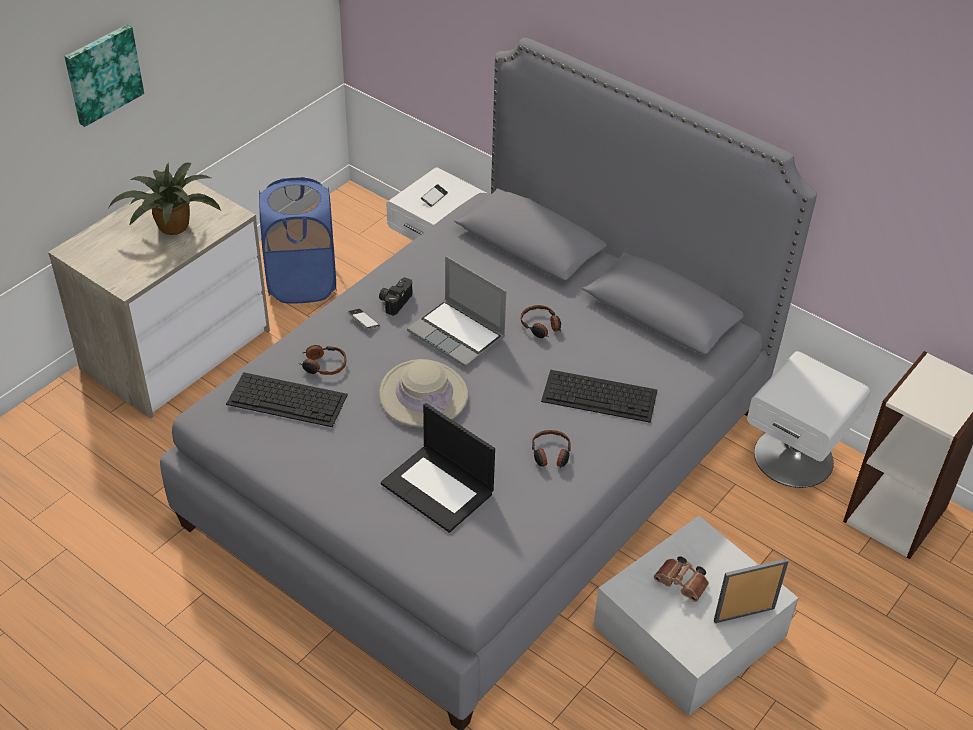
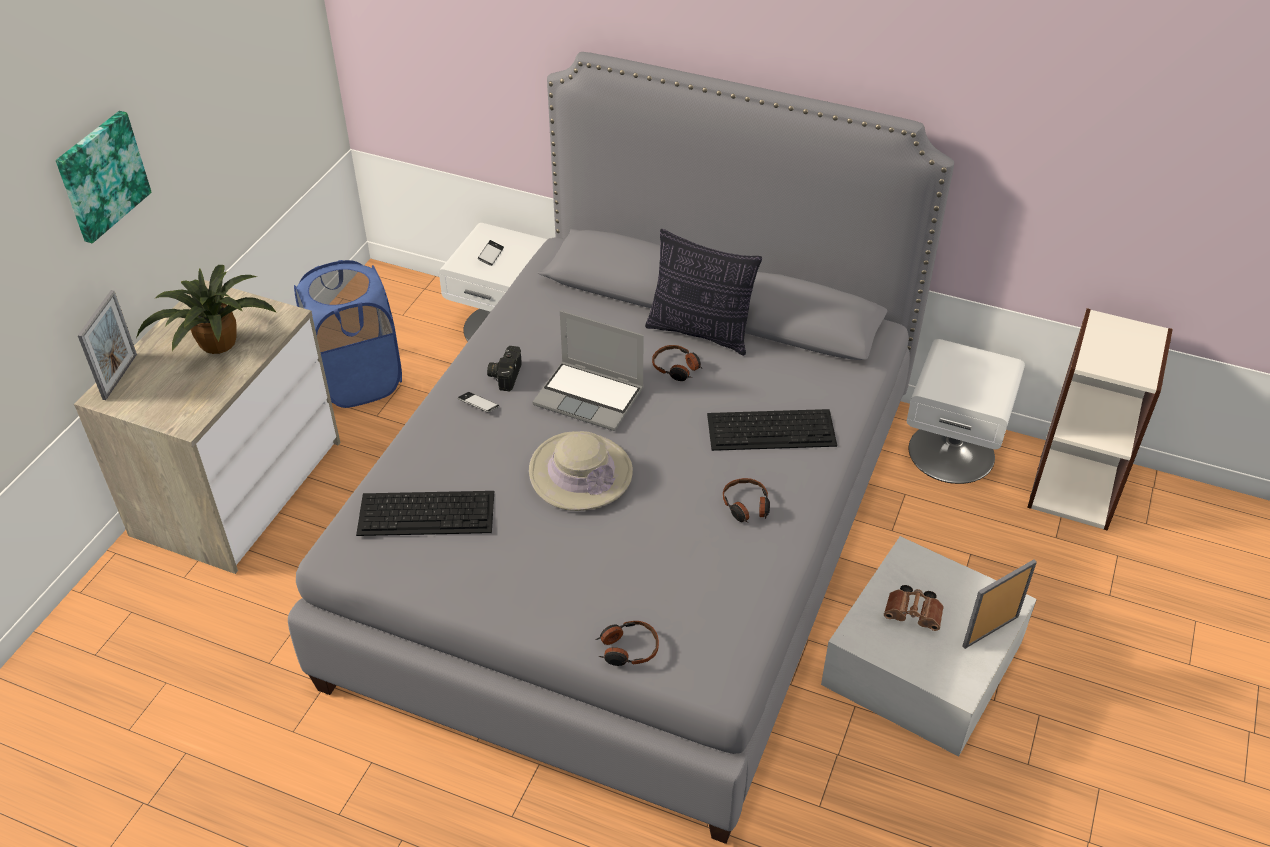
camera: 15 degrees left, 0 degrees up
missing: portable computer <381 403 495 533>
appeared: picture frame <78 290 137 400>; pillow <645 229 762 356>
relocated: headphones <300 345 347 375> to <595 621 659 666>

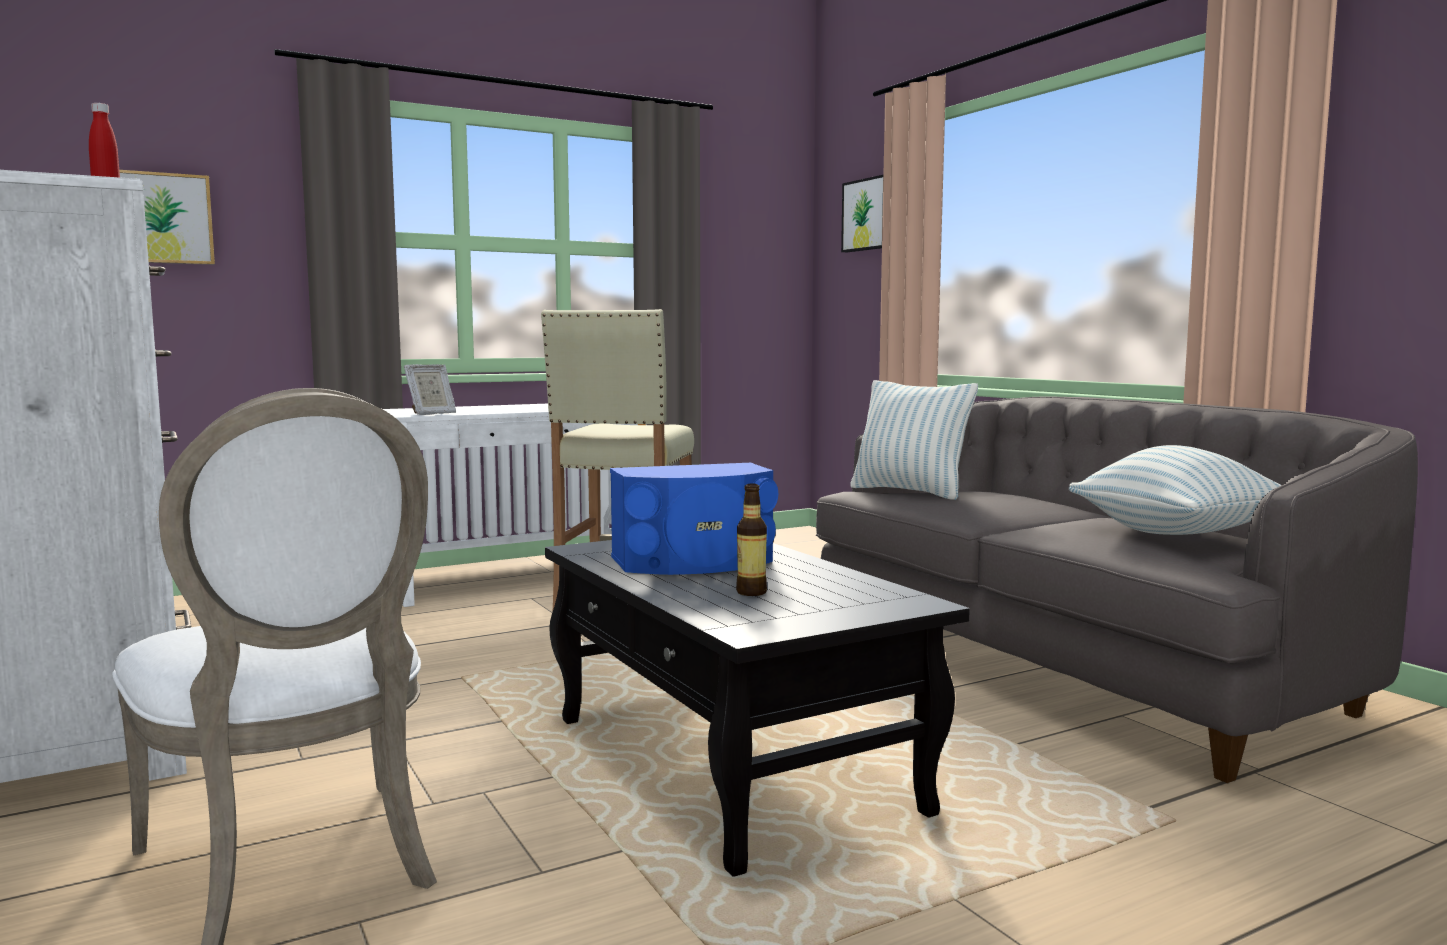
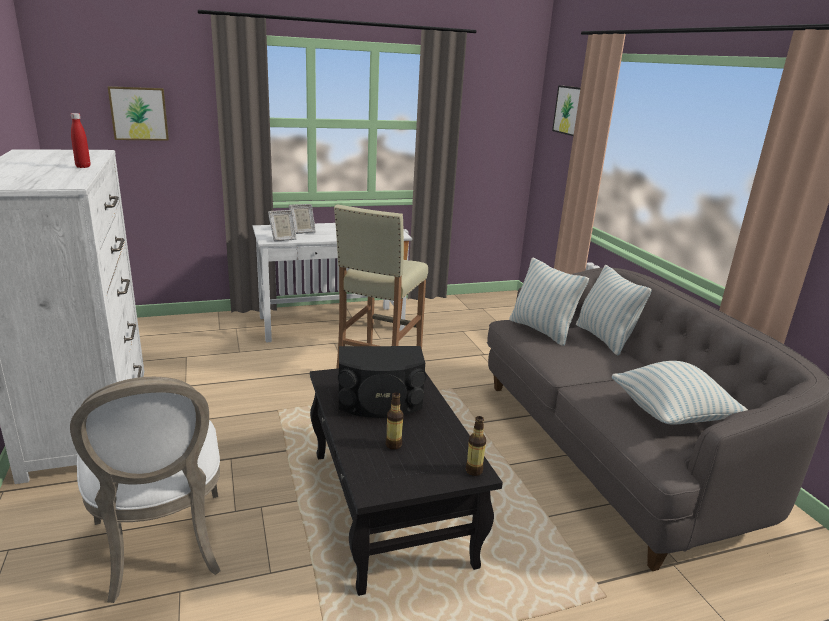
camera: 10 degrees right, 15 degrees up
appeared: picture frame <289 204 316 234>; beverage bottle <466 416 486 476>; pillow <576 265 652 355>
colour: speaker (blue) <610 463 778 575> to speaker (black) <338 346 426 418>

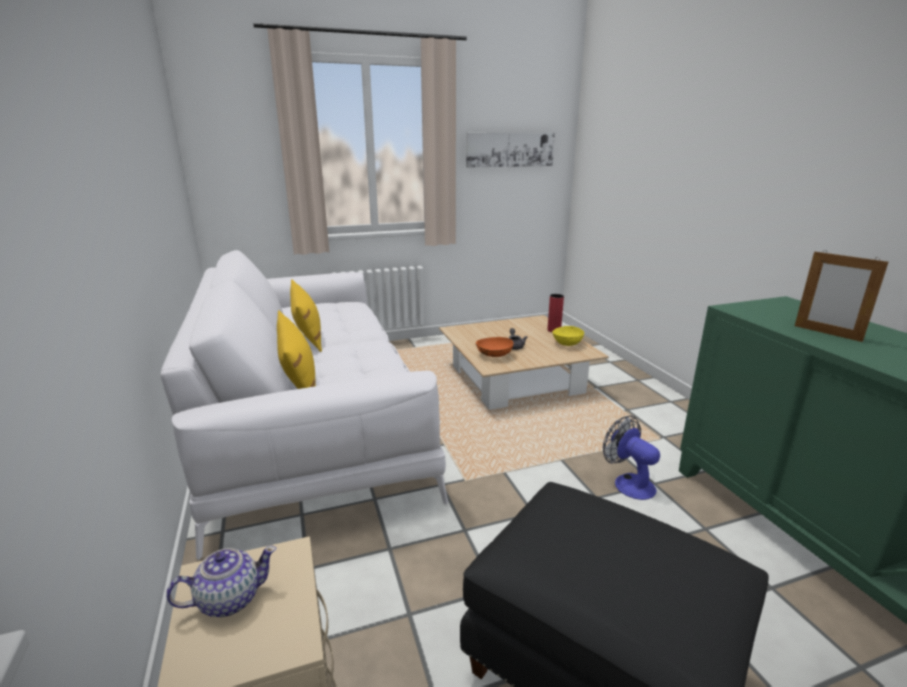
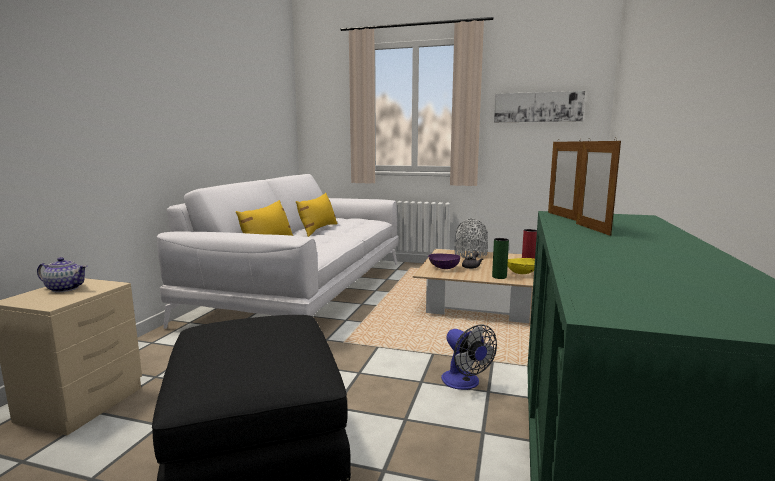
camera: 35 degrees right, 10 degrees down
appeared: decorative vase (grey) <454 219 488 258>; decorative vase (green) <492 238 509 279>; picture frame <548 139 583 221>
colour: deep dish (orangey) <476 337 513 357> to deep dish (purple) <428 254 460 269>
spun: electric fan <603 416 660 500> = <441 324 497 390> 150 degrees clockwise

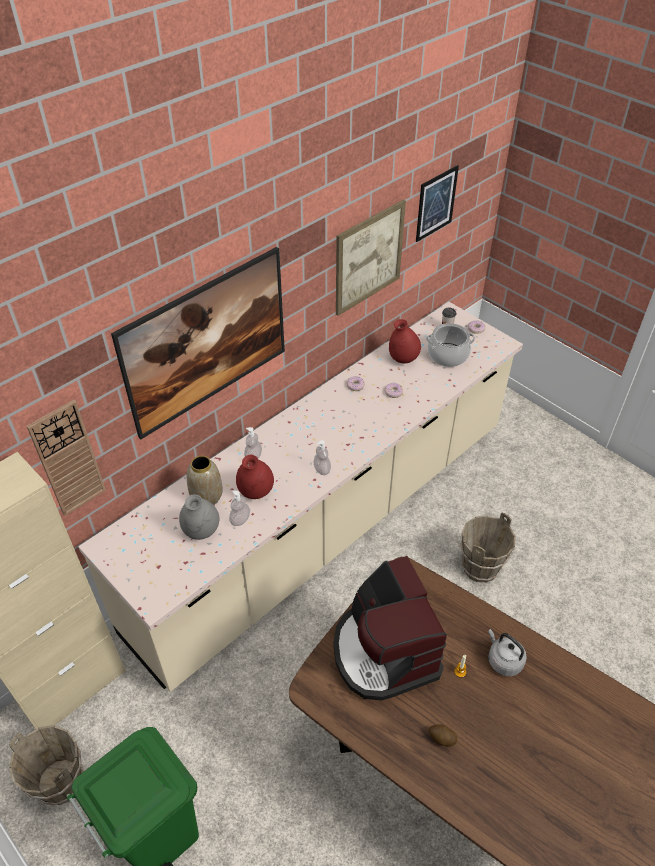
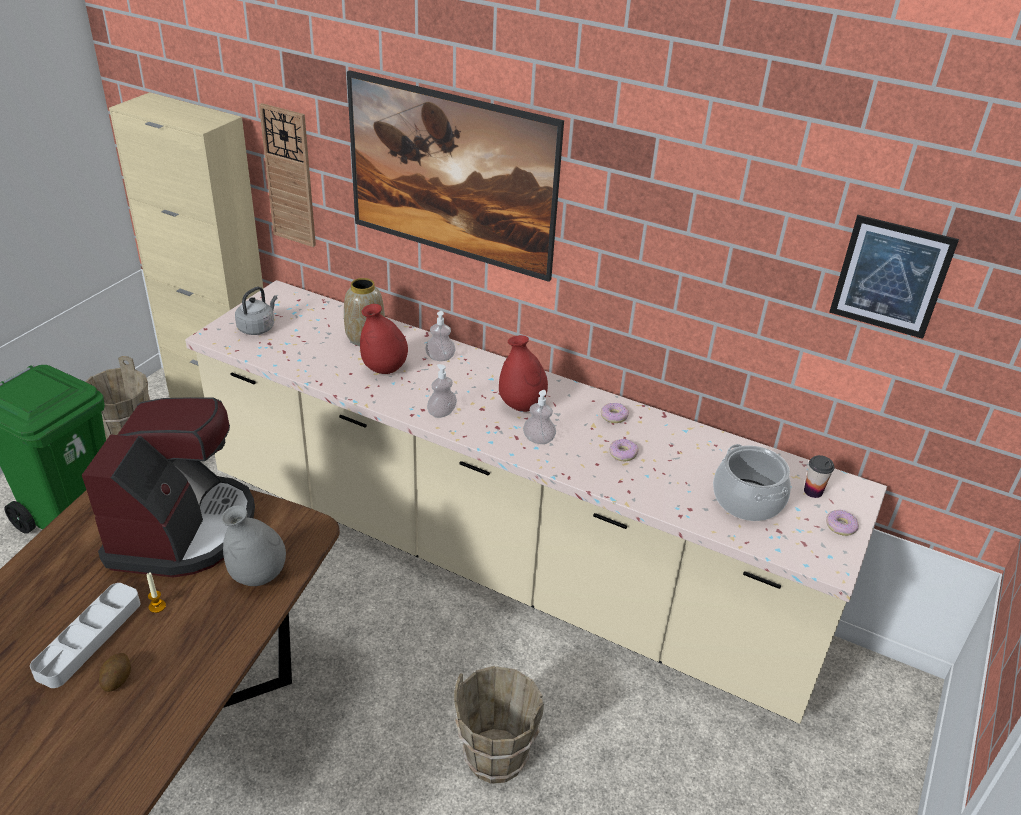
camera: 70 degrees right, 10 degrees down
missing: wall art <336 200 406 316>
appeared: tray (grey) <30 583 140 688>
relocated: potato <429 725 457 747> to <99 653 131 692>; decorative vase (grey) <179 494 219 540> to <221 506 286 586>; water kettle (grey) <488 629 527 676> to <235 287 277 335>; decorative vase (reddish) <389 319 421 363> to <499 335 548 412>; liquid soap bottle <229 491 250 526> to <523 390 556 444>
spun: coffee machine <333 556 447 700> = <82 397 255 577> 135 degrees clockwise

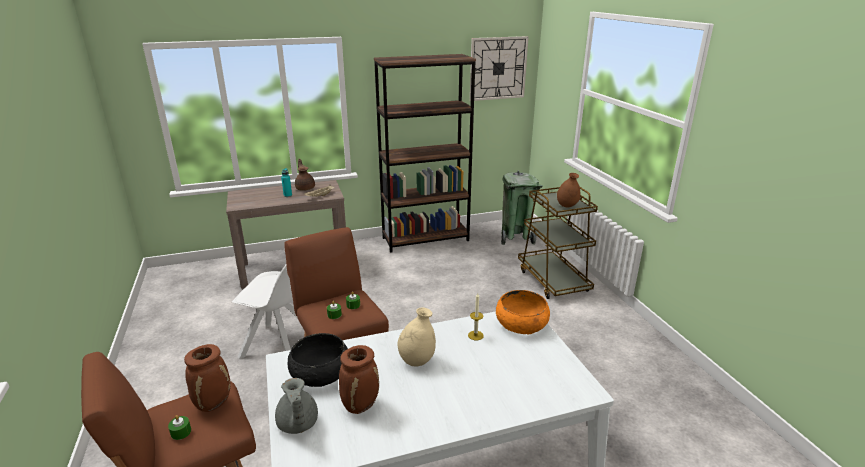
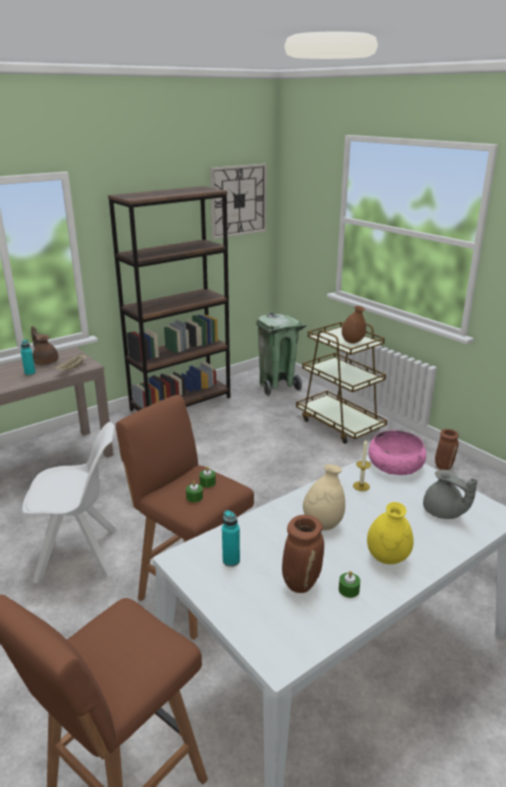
camera: 20 degrees left, 0 degrees up
appeared: decorative vase (yellow-coloured) <367 502 414 564>
relocated: candle (green) <168 415 191 440> to <339 571 360 598>; teapot (grey) <275 378 318 434> to <423 470 478 519>; decorative vase (brownish) <184 344 231 412> to <435 429 459 470>
exchanged: deep dish (black) <288 333 348 387> to beverage bottle (turquoise-coloured) <222 510 240 567>
colour: deep dish (orangey) <496 290 550 334> to deep dish (pinkish) <369 430 426 475>

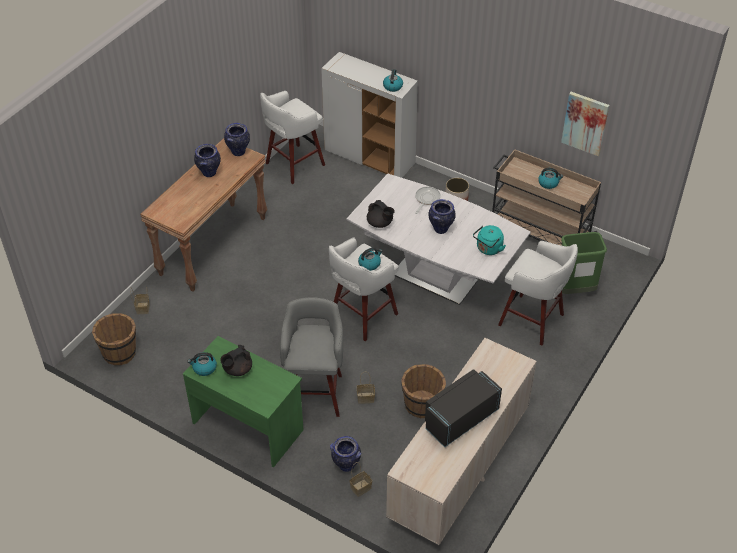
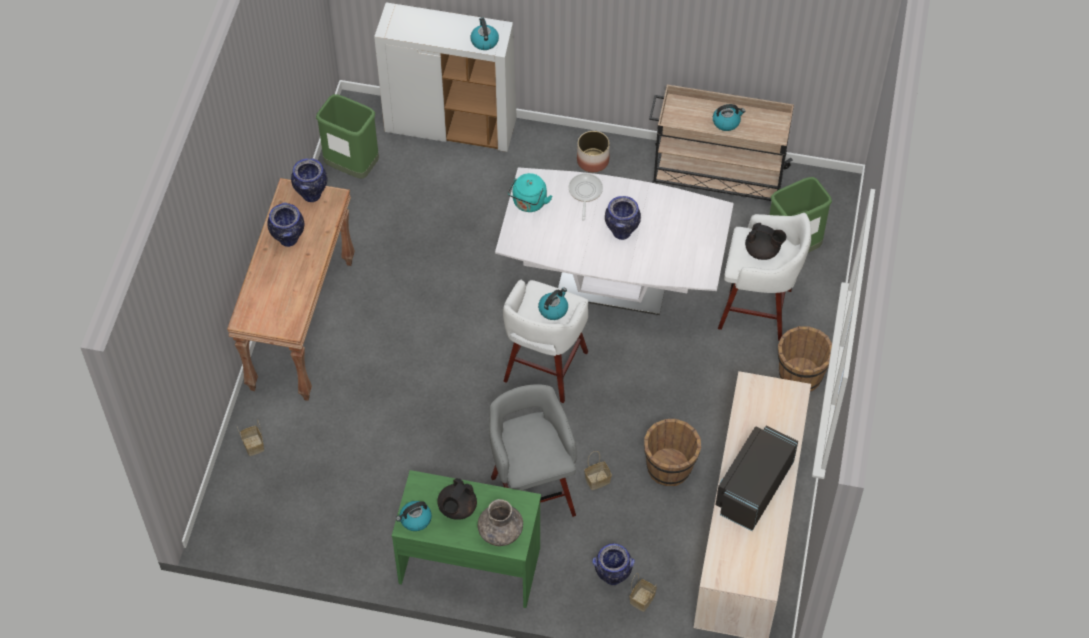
camera: 20 degrees left, 10 degrees up
missing: wall art <561 92 609 156>
appeared: decorative vase (grey) <478 499 523 546>
relocated: water kettle (turquoise-coloured) <473 225 506 255> to <508 173 552 212>; teapot (black) <367 200 395 228> to <745 223 786 260>; water bucket (brownish) <92 313 136 365> to <778 326 832 391>
exchanged: sitting stool (white-coloured) <260 91 325 184> to trash can (green) <316 94 379 179>

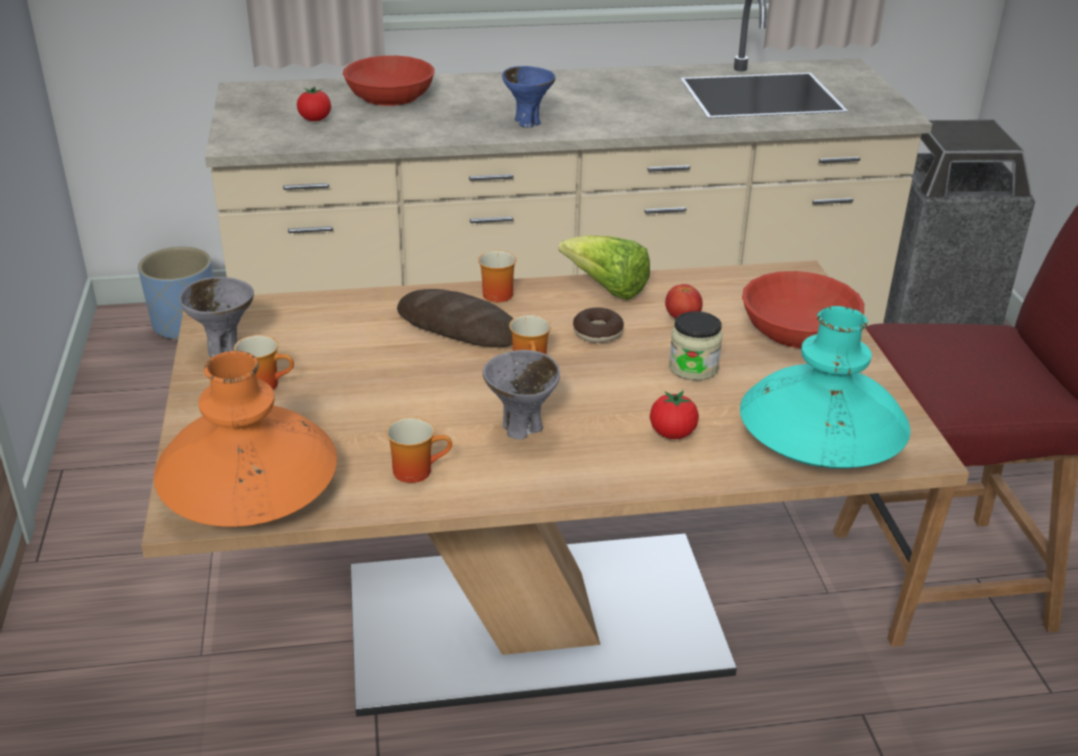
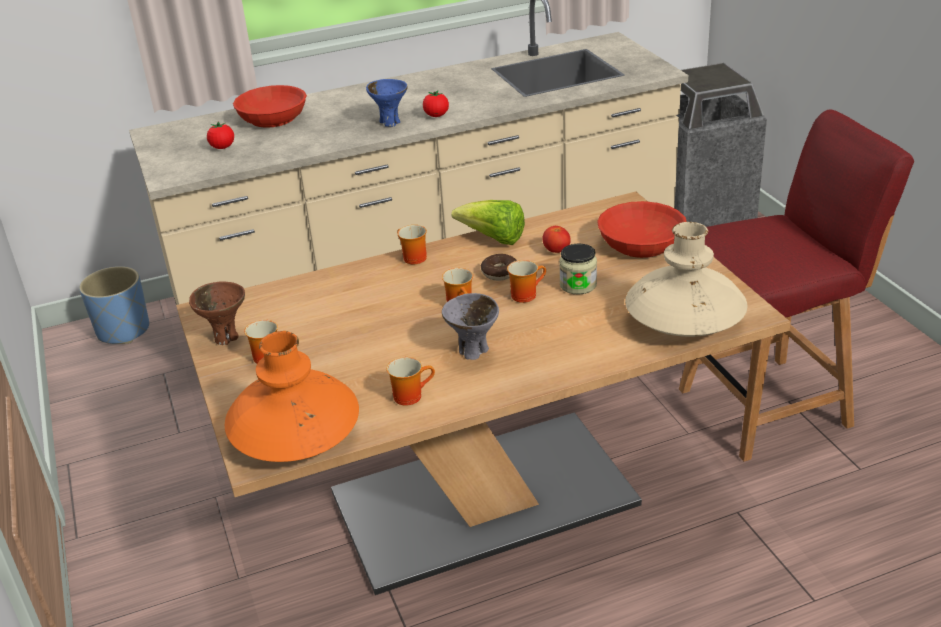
camera: 10 degrees left, 0 degrees up
missing: bread <397 289 513 347>
appeared: coffee mug <507 260 546 303>
relocated: whole tomato <650 390 699 439> to <423 90 449 117>
colour: deep dish (grey) <179 277 254 357> to deep dish (brownish) <189 281 245 345>; decorative vase (turquoise-coloured) <740 306 910 469> to decorative vase (sand-coloured) <625 222 747 337>

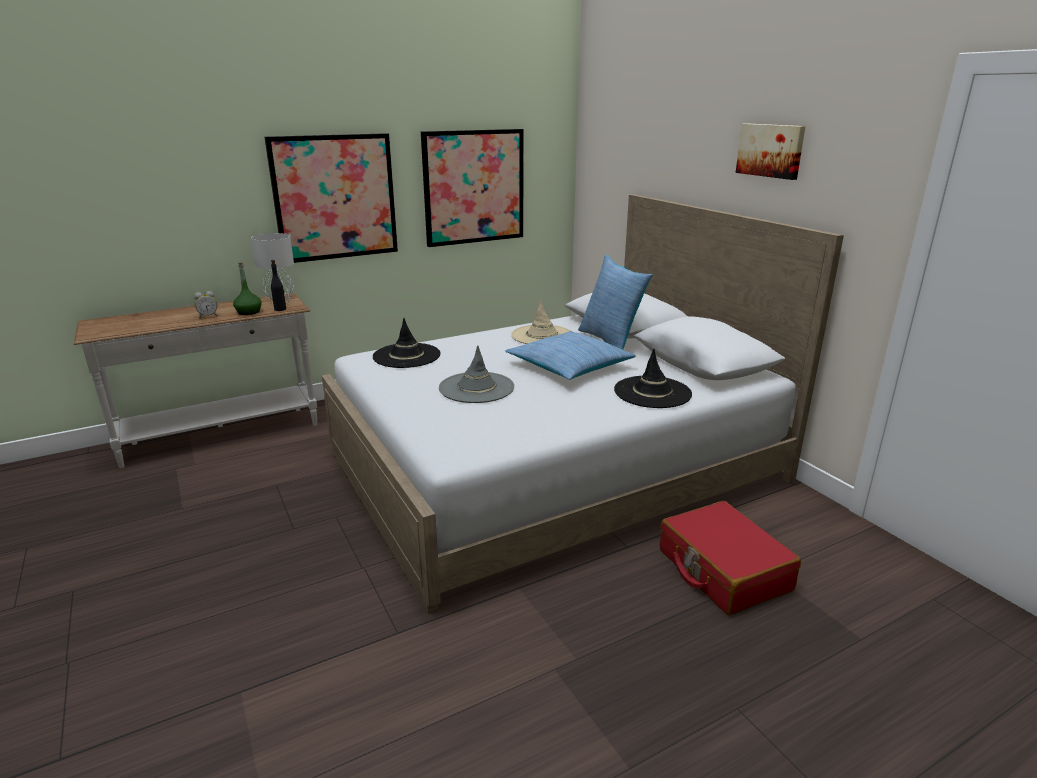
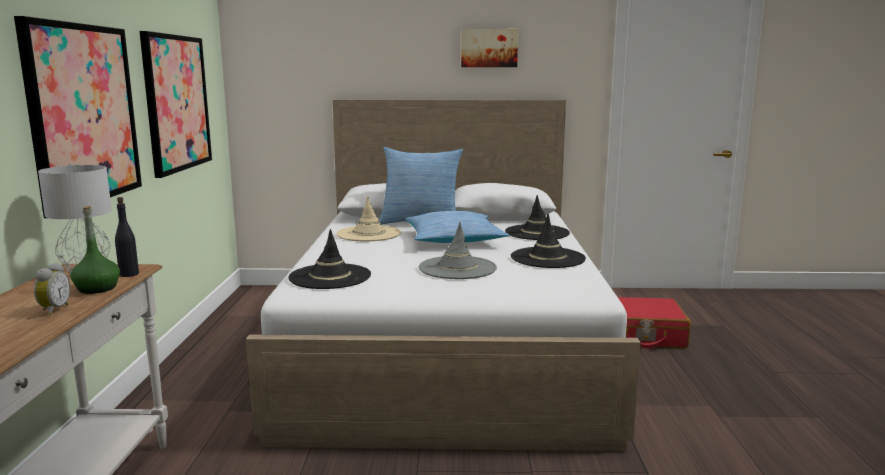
camera: 60 degrees left, 10 degrees down
appeared: hat (black) <511 214 586 268>

